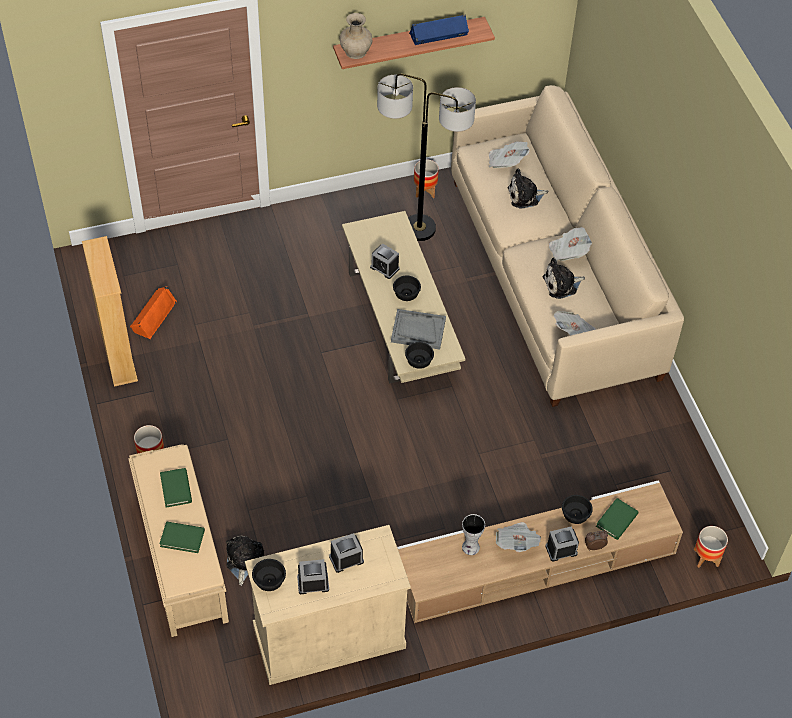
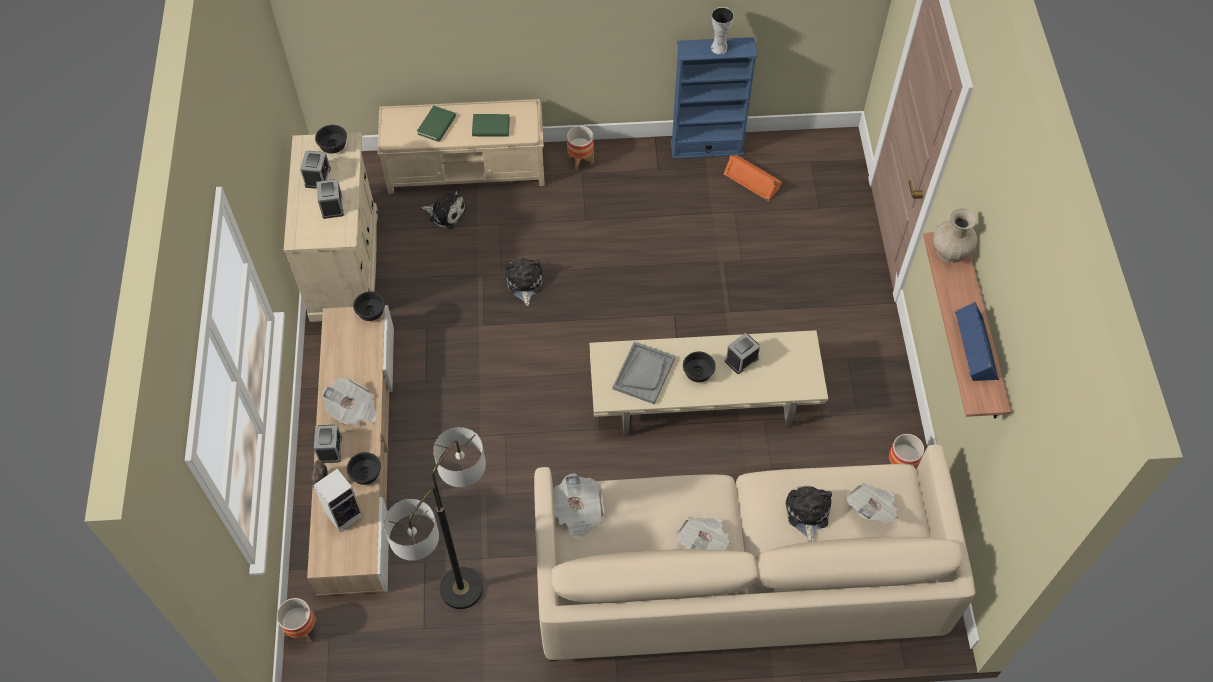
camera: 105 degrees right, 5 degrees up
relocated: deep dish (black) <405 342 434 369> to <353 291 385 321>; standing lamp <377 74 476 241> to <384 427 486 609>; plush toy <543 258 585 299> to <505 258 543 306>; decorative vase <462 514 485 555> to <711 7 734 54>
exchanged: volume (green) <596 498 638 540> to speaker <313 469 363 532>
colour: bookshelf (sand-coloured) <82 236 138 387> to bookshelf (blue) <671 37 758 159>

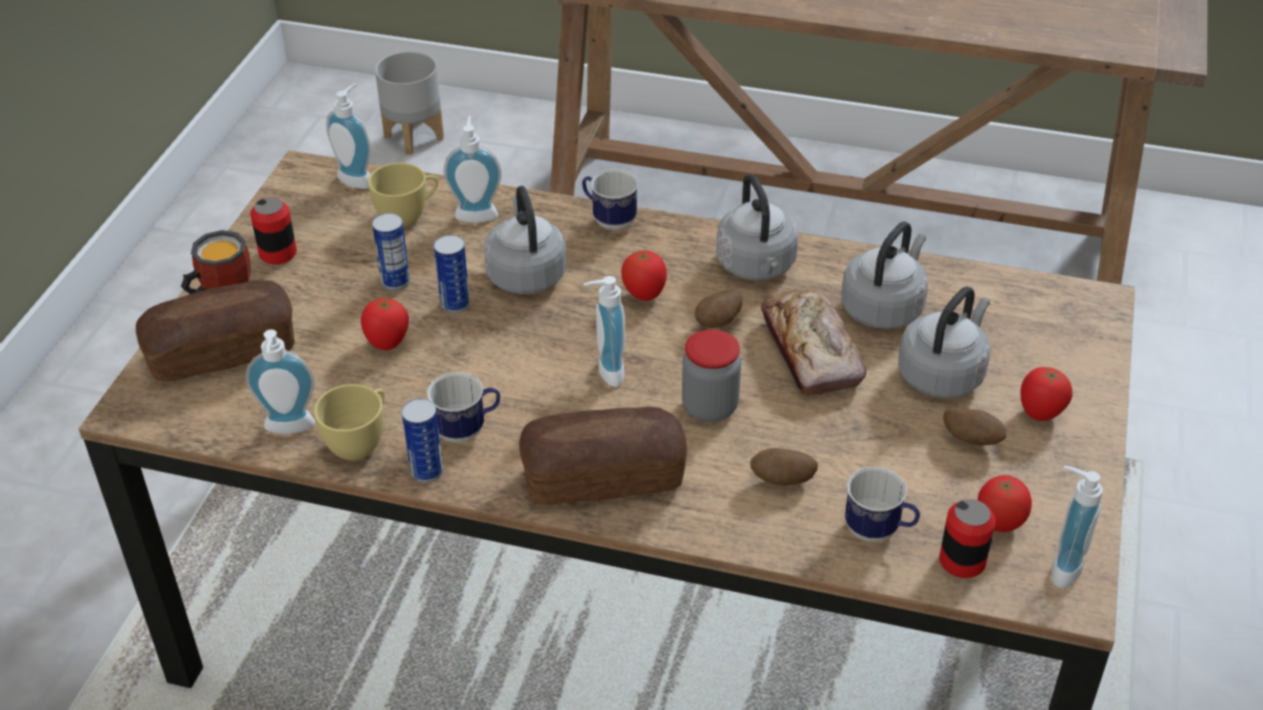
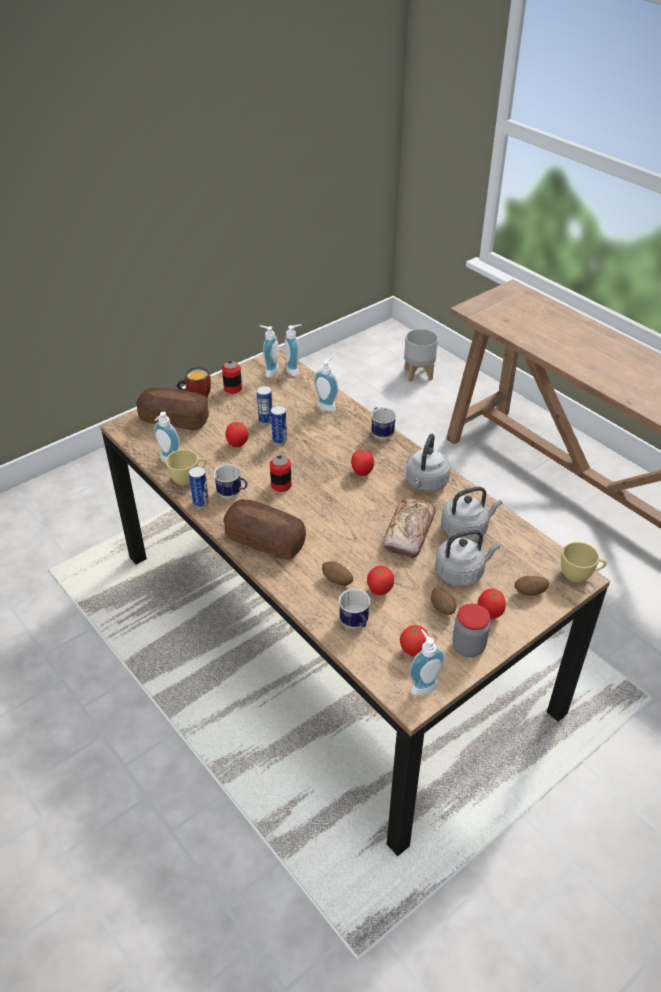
camera: 35 degrees right, 0 degrees up
missing: water kettle (grey) <484 186 566 294>
appeared: whole tomato <367 566 394 595>
relocated: liquid soap bottle <584 276 625 387> to <260 325 279 377>; sealed can <939 499 996 578> to <270 455 292 492>; storage jar <682 330 741 422> to <452 604 490 657>; potato <695 290 742 328> to <515 576 549 596>; small cup (yellow-coloured) <368 163 438 227> to <561 542 607 583>

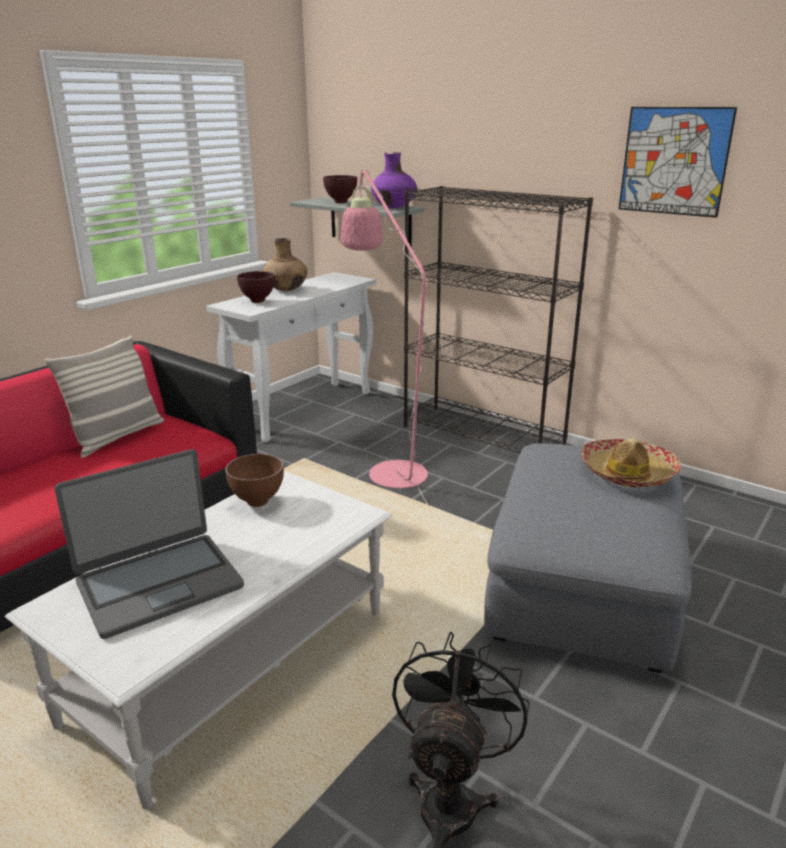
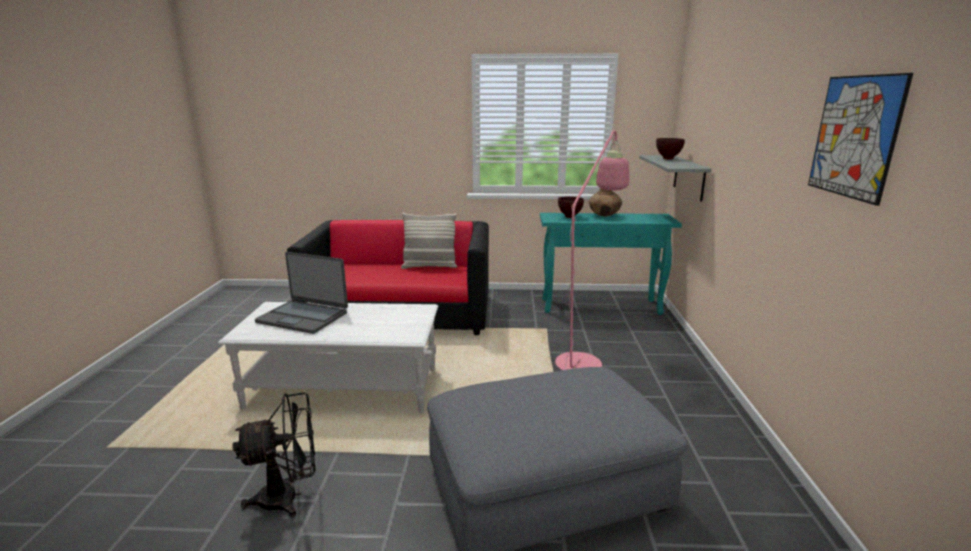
camera: 55 degrees right, 5 degrees down
missing: deep dish (brownish) <225 454 284 507>; decorative vase (purple) <371 152 417 208>; bookshelf (black) <404 186 593 453>; hat <582 438 682 487>
colour: narrow table (white-coloured) <206 272 376 443> to narrow table (turquoise-coloured) <540 213 682 315>

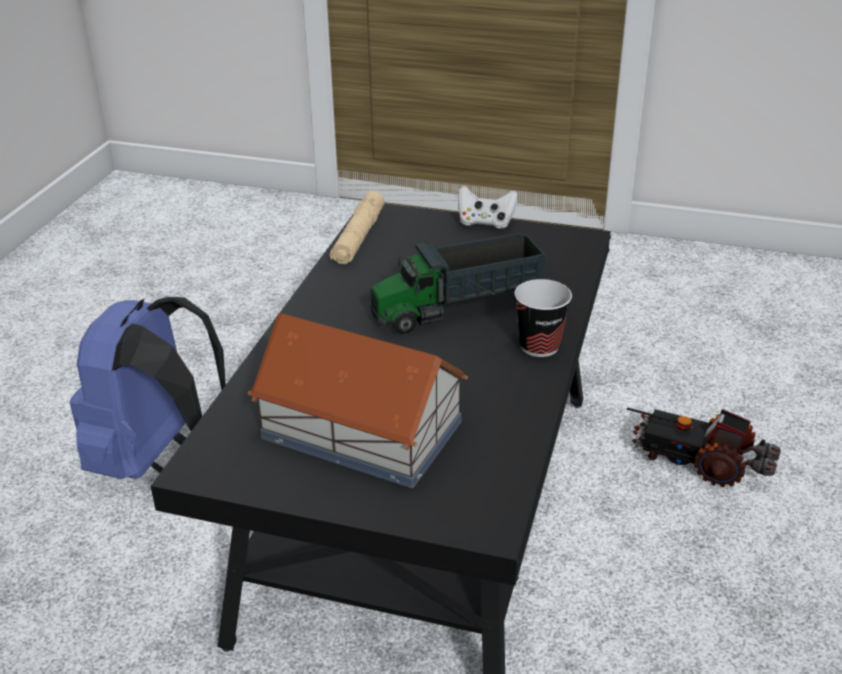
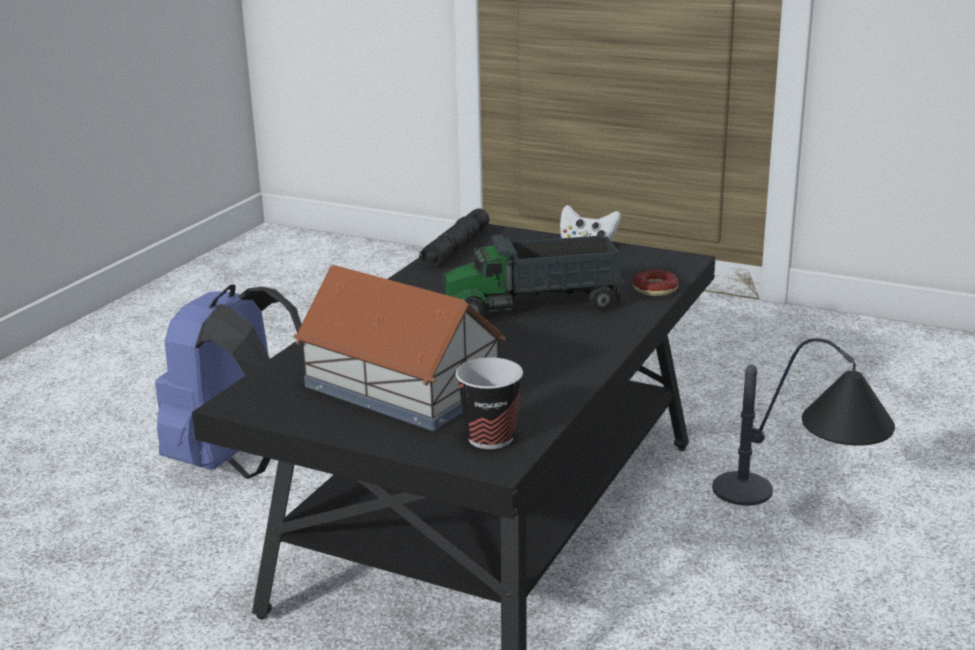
camera: 10 degrees right, 10 degrees down
appeared: doughnut <633 269 679 296>
relocated: small cup <515 279 572 357> to <456 358 523 449>
exchanged: toy truck <627 407 781 487> to table lamp <712 338 895 506>
colour: flashlight (sand-coloured) <330 191 384 264> to flashlight (black) <419 208 490 267>

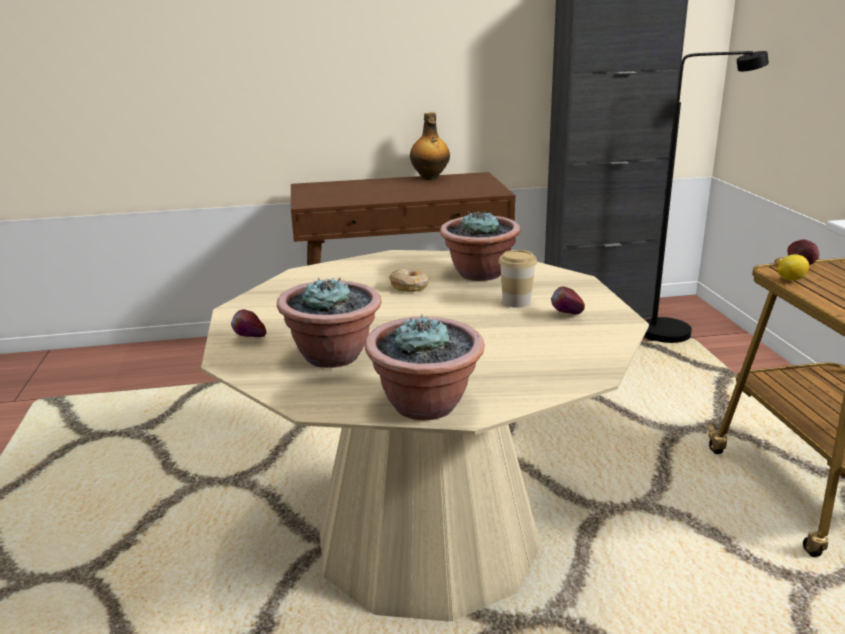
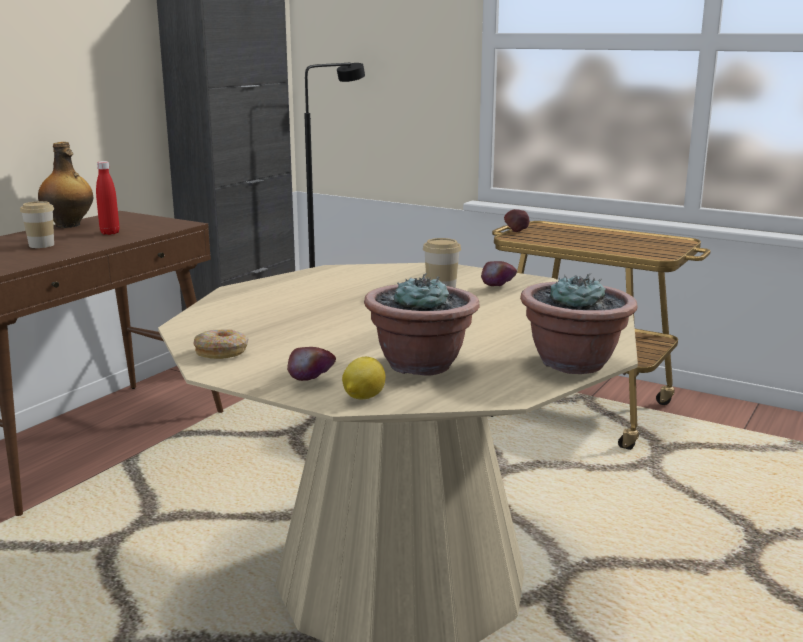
camera: 50 degrees left, 5 degrees down
missing: houseplant <440 211 521 281>
appeared: small cup <20 201 54 248>; beverage bottle (reddish) <96 161 120 235>
relocated: doughnut <389 269 429 292> to <194 329 249 359>; whole lemon <777 254 809 280> to <342 357 385 400>

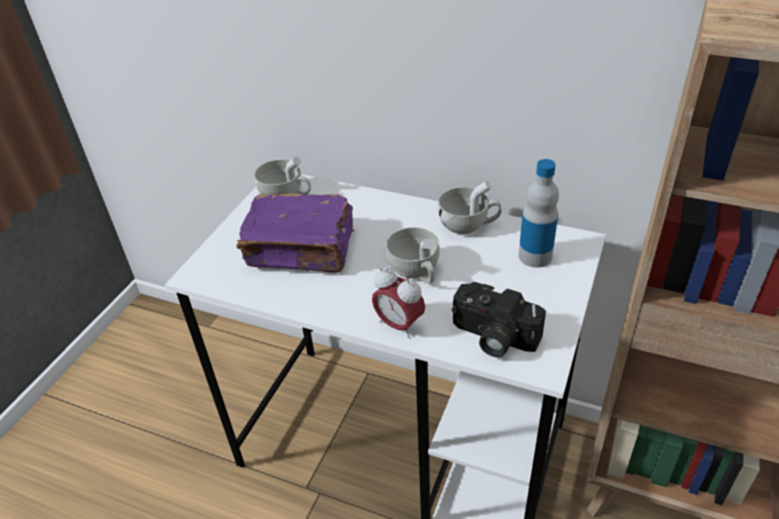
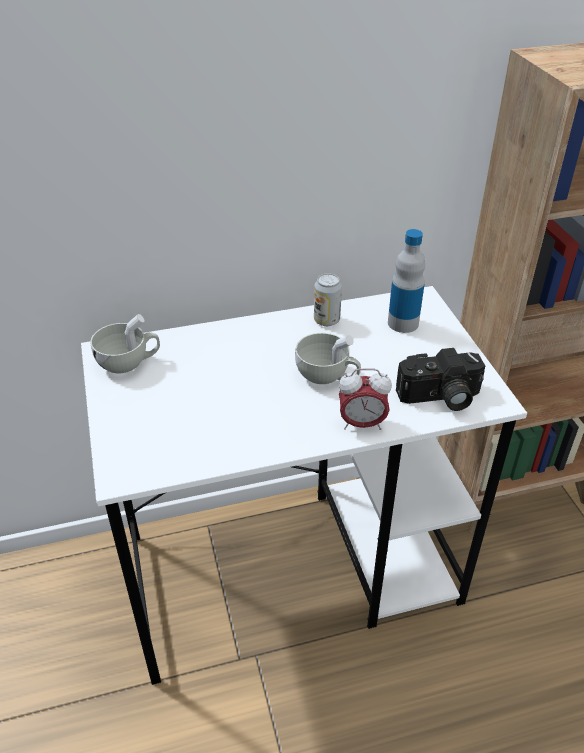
camera: 40 degrees left, 0 degrees up
missing: volume (purple) <236 193 354 272>
exchanged: small cup (white-coloured) <438 181 501 234> to sealed can <314 273 342 326>

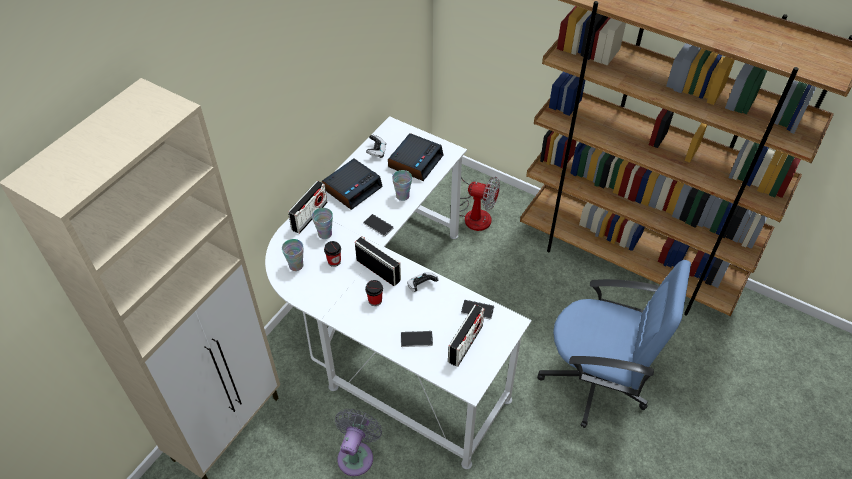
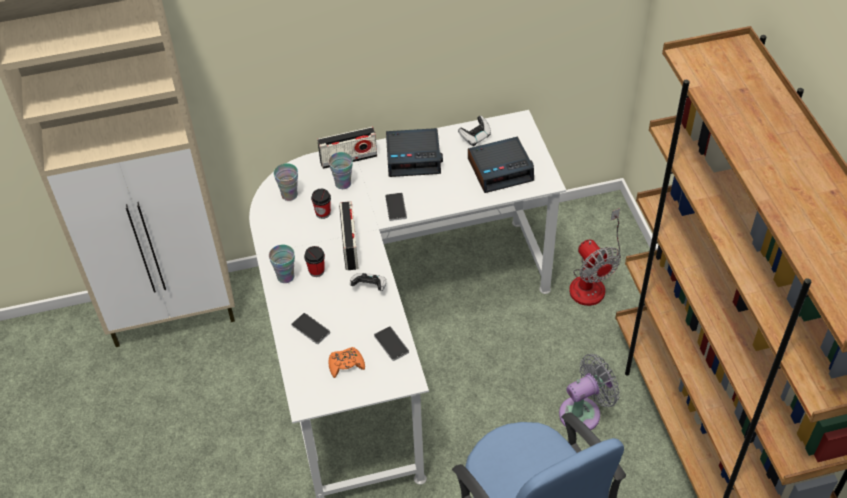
camera: 45 degrees right, 0 degrees up
relocated: small cup <392 170 412 201> to <269 245 295 283>; electric fan (grey) <335 409 382 476> to <559 354 620 432>
exchanged: radio set <448 304 485 367> to joypad (orangey) <329 347 365 378>

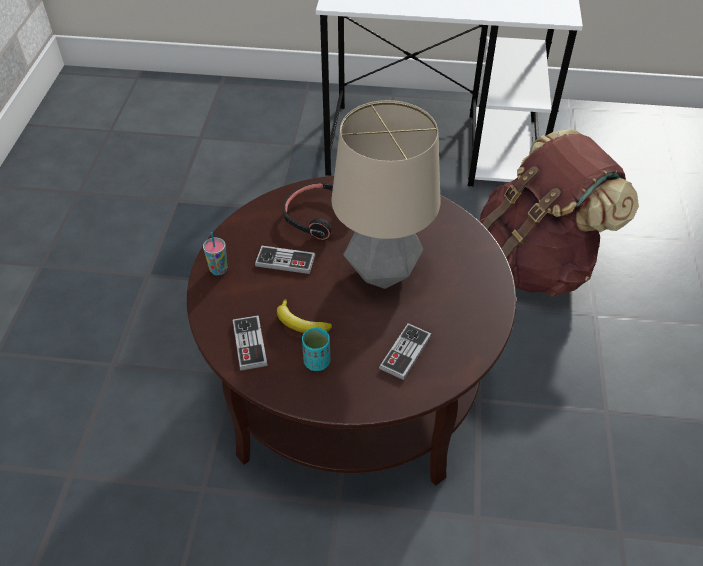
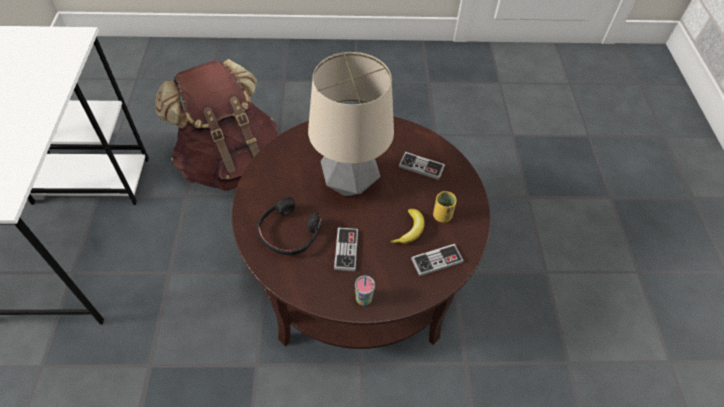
camera: 100 degrees left, 5 degrees up
colour: small cup (turquoise-coloured) <302 328 330 371> to small cup (yellow-coloured) <433 191 457 223>

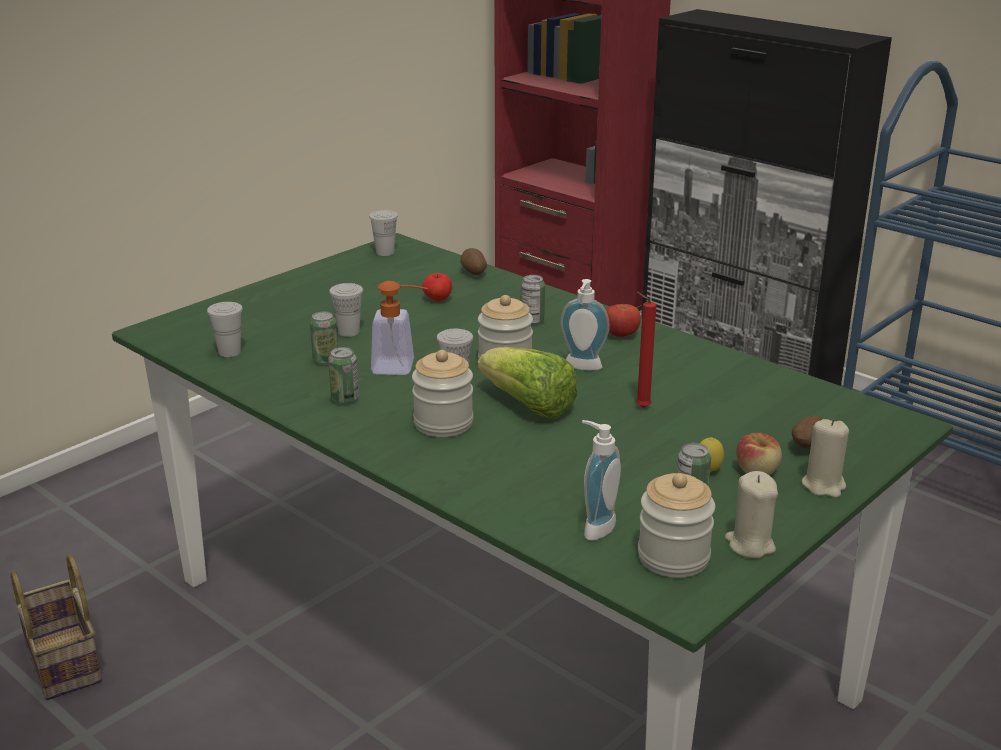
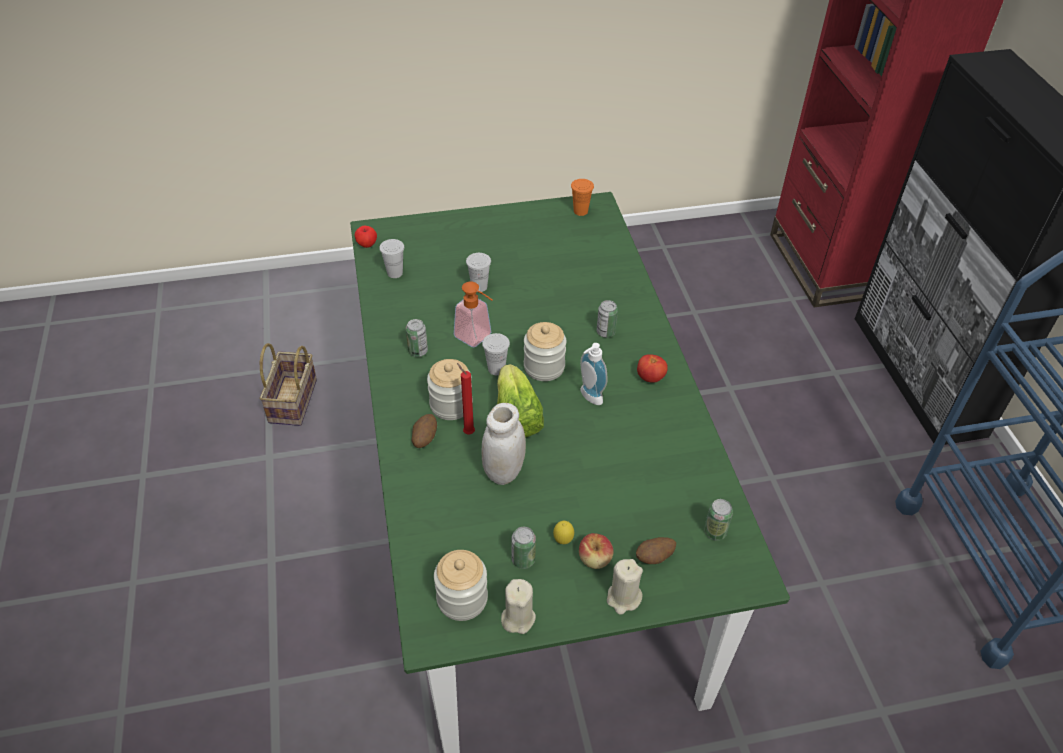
camera: 35 degrees right, 20 degrees up
missing: liquid soap bottle <582 420 621 541>
appeared: storage jar (white-coloured) <482 403 526 485>
relocated: whole apple <422 273 452 301> to <354 226 377 248>; potato <461 248 487 276> to <412 414 437 448>; candle (reddish) <636 292 656 408> to <457 363 475 434>; sealed can <310 311 338 365> to <704 499 733 540>
colour: small cup (white-coloured) <369 210 398 256> to small cup (orangey) <571 179 594 216>

